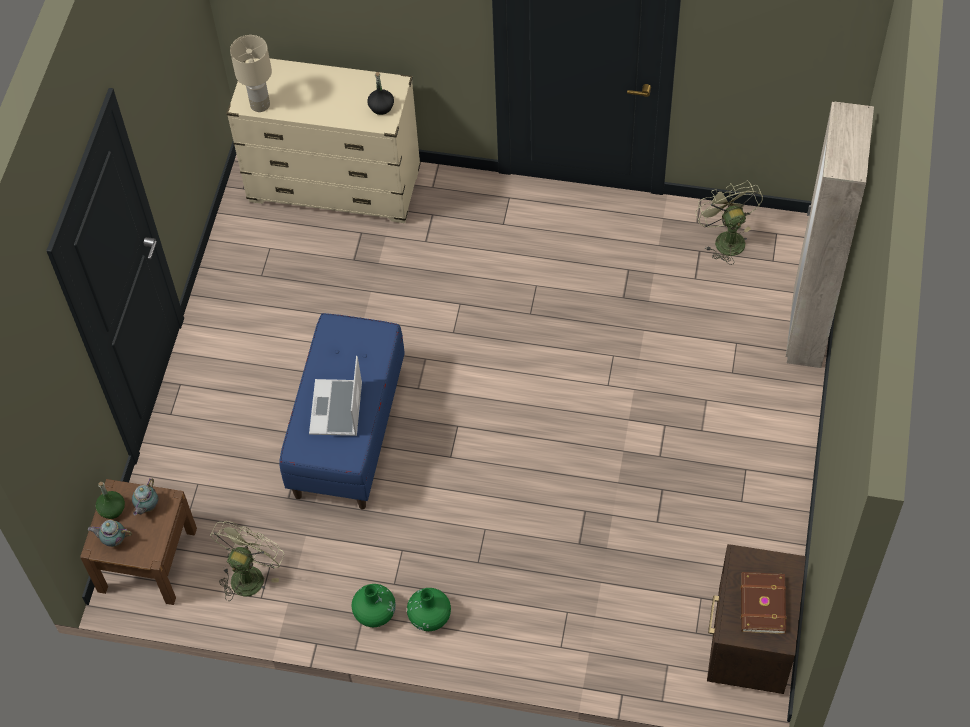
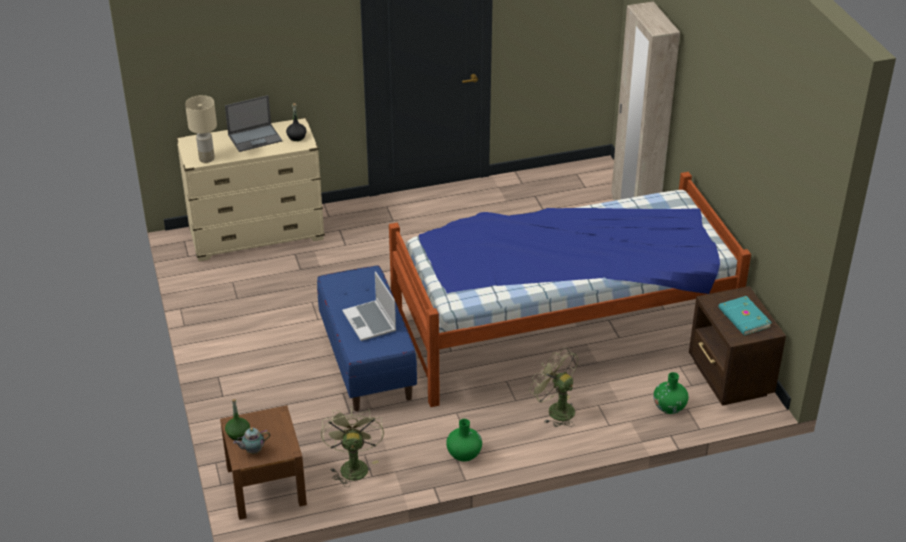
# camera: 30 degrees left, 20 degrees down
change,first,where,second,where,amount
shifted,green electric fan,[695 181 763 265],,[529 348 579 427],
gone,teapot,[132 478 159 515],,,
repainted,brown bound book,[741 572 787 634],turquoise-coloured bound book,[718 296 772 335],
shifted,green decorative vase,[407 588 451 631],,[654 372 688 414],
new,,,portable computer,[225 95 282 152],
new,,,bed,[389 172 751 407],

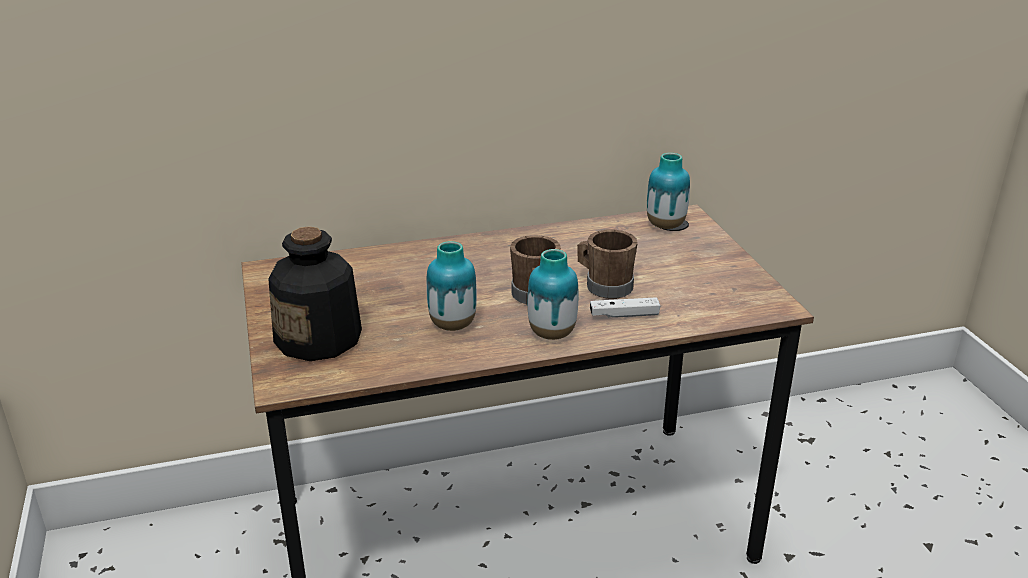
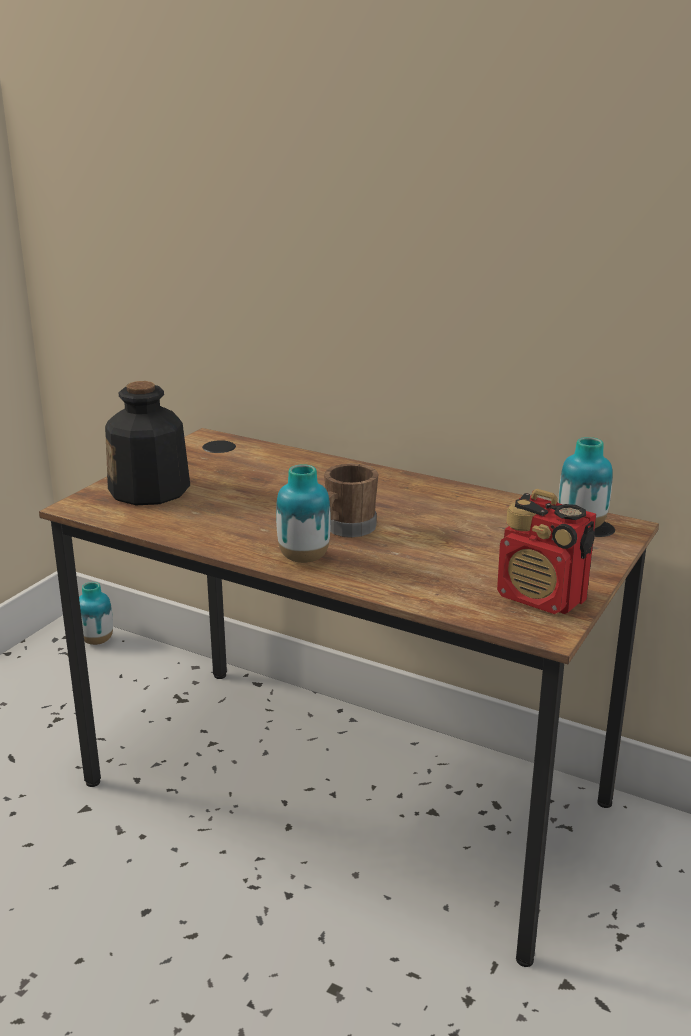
# camera: 45 degrees right, 5 degrees down
change,first,where,second,where,amount
gone,brown coffee mug,[577 230 638 299],,,
shifted,decorative vase,[426 241 477 331],,[79 582 113 645],
gone,whitish game controller,[590 297 660 318],,,
new,,,radio,[497 489 596 614],

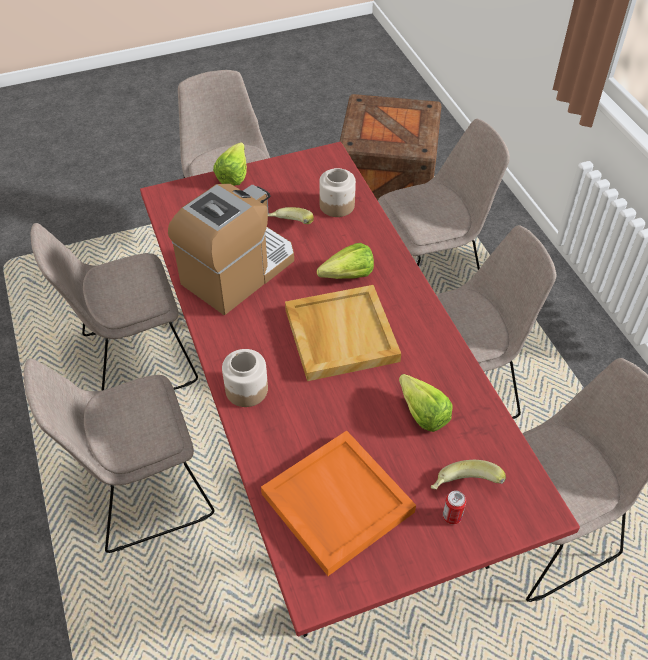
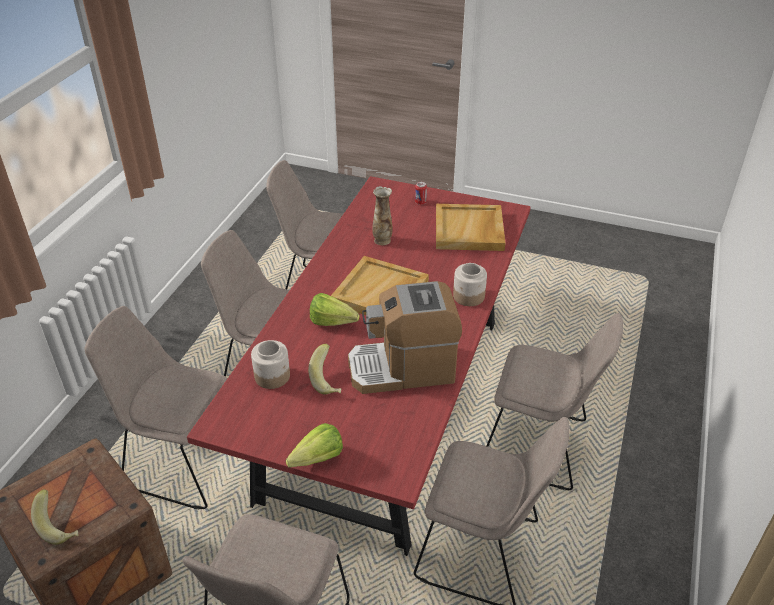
# camera: 140 degrees left, 10 degrees down
change,first,where,second,where,amount
swapped,head of lettuce,[399 374 453 432],decorative vase,[372 186 393 245],
repainted,orange serving tray,[261 430 416 576],sand-coloured serving tray,[436 204 505 251],
shifted,banana fruit,[431 460 506 489],,[31 489 79 545],

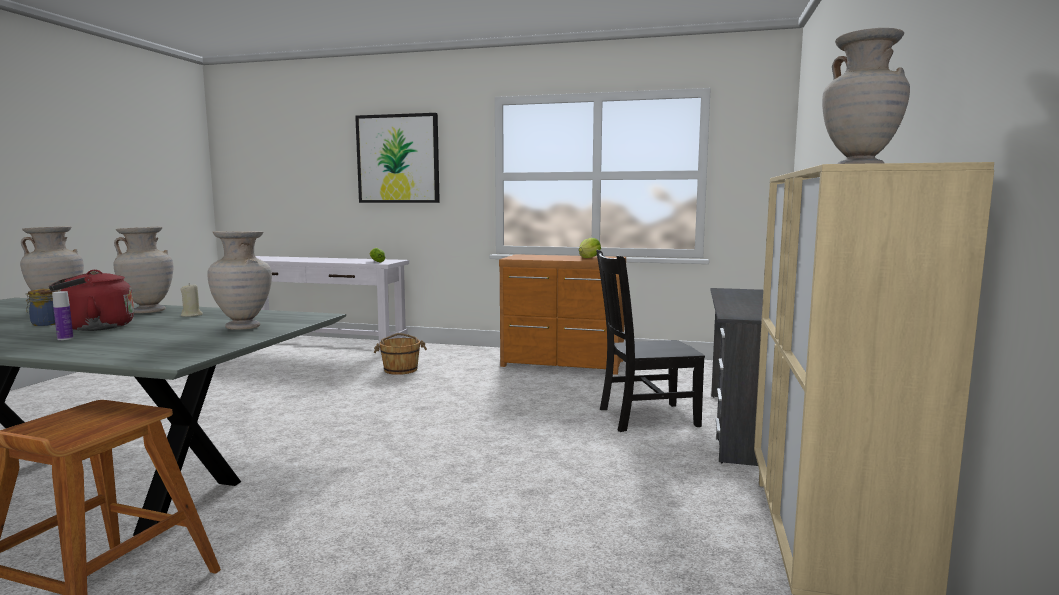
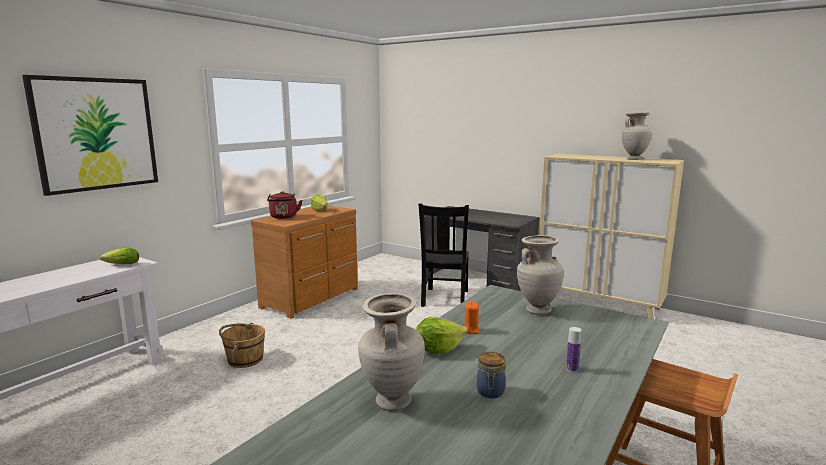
# camera: 70 degrees left, 5 degrees up
change,first,where,second,where,amount
swapped,sand-coloured decorative vase,[113 227 173 313],head of lettuce,[416 317 467 354],
shifted,reddish kettle,[49 270 134 331],,[267 191 302 219],
repainted,sand-coloured wax light,[180 284 203 317],orange wax light,[464 302 480 334],

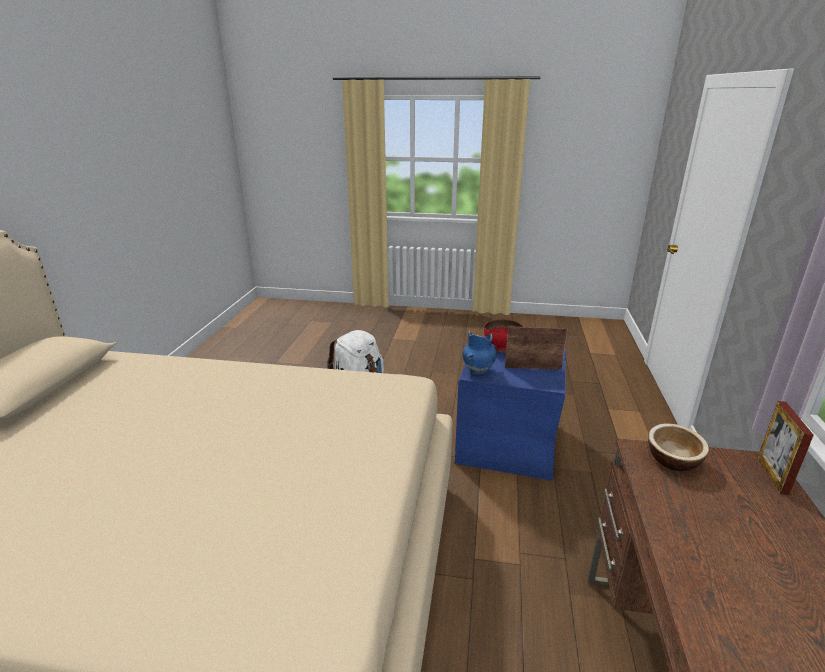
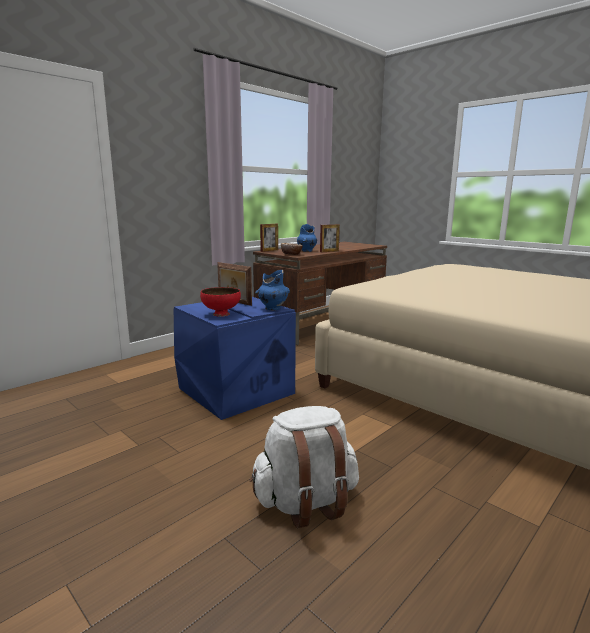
# camera: 145 degrees left, 10 degrees down
change,first,where,second,where,amount
new,,,blue-coloured decorative vase,[297 224 317 252],
new,,,standing frame,[320 224 340 252],

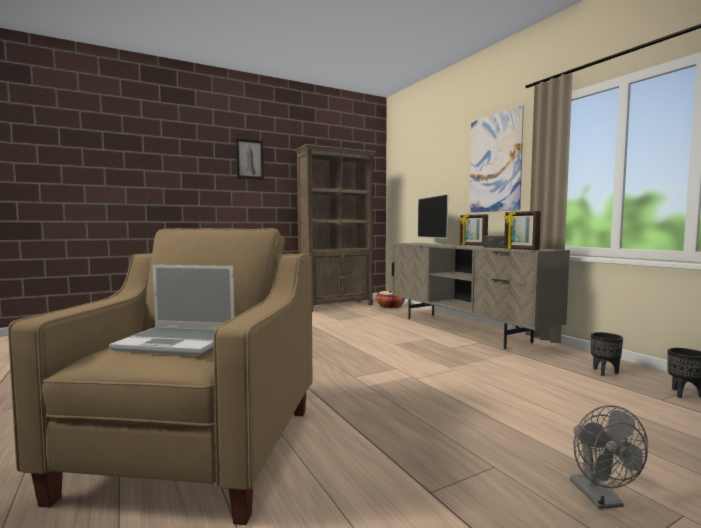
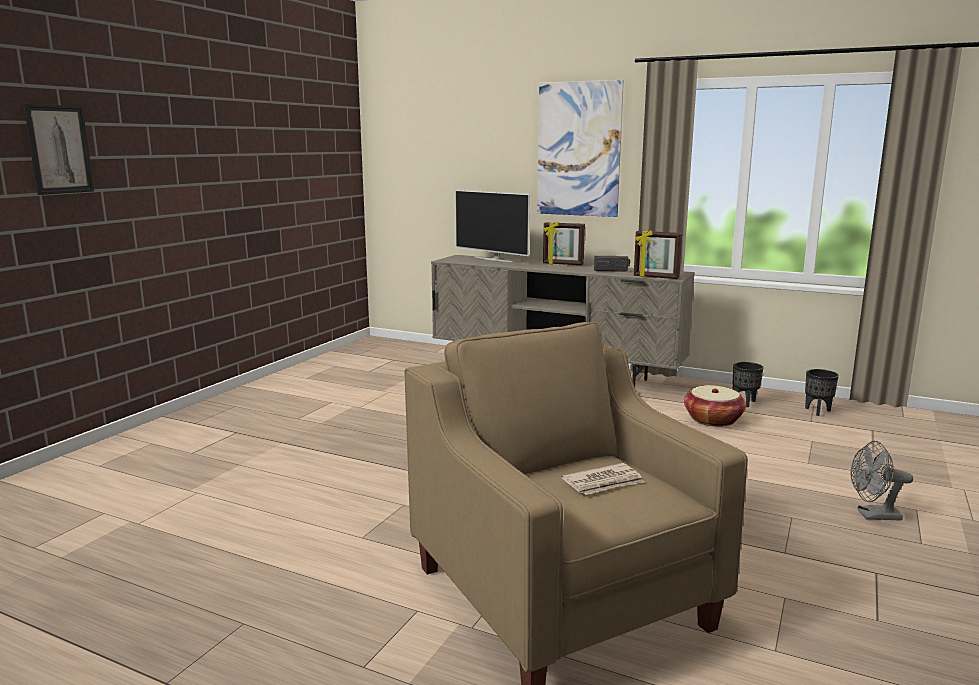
# camera: 35 degrees left, 10 degrees up
change,first,where,second,where,amount
shifted,picture,[236 138 264 180],,[24 104 94 195],
gone,brown bookshelf,[295 144 376 312],,,
swapped,portable computer,[109 265 235 356],printed paper,[561 463 644 495],
shifted,basket,[376 290 405 308],,[684 385 746 427],
rotated,gray electric fan,[570 405 648 509],,[851 441 913 520],135 degrees clockwise

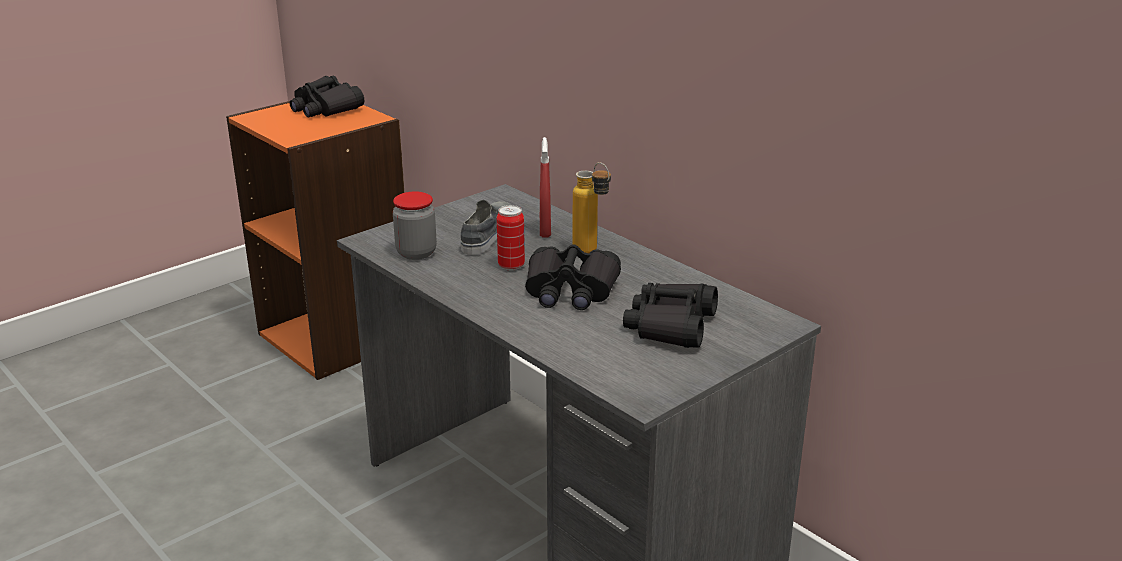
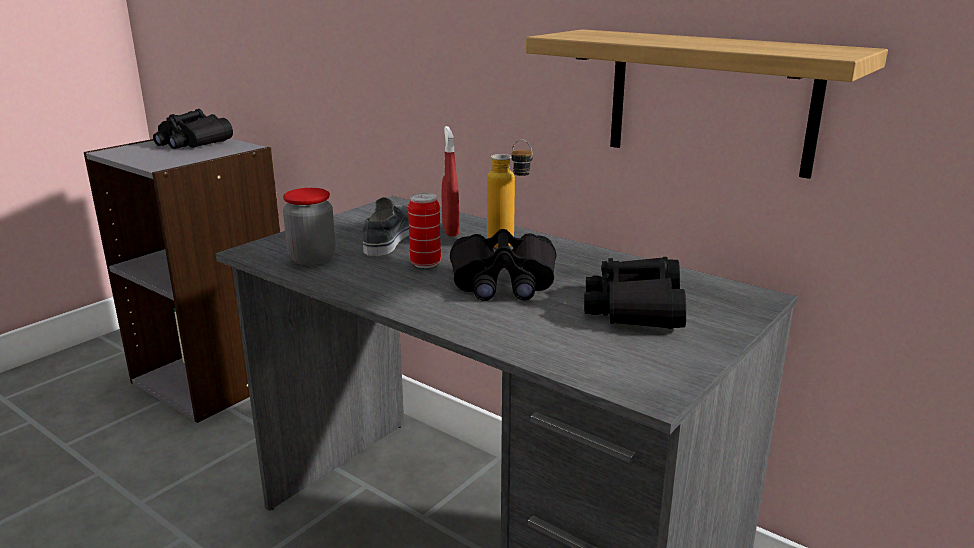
# camera: 10 degrees left, 5 degrees down
change,first,where,second,where,amount
repainted,orange bookshelf,[226 101 404 380],gray bookshelf,[84 139 280 423],
new,,,wall shelf,[526 29 888 179],

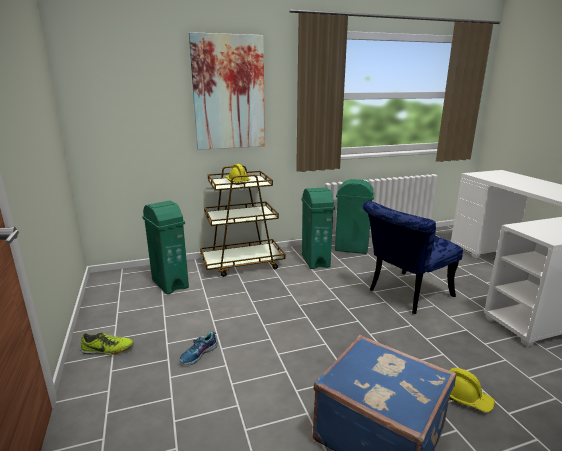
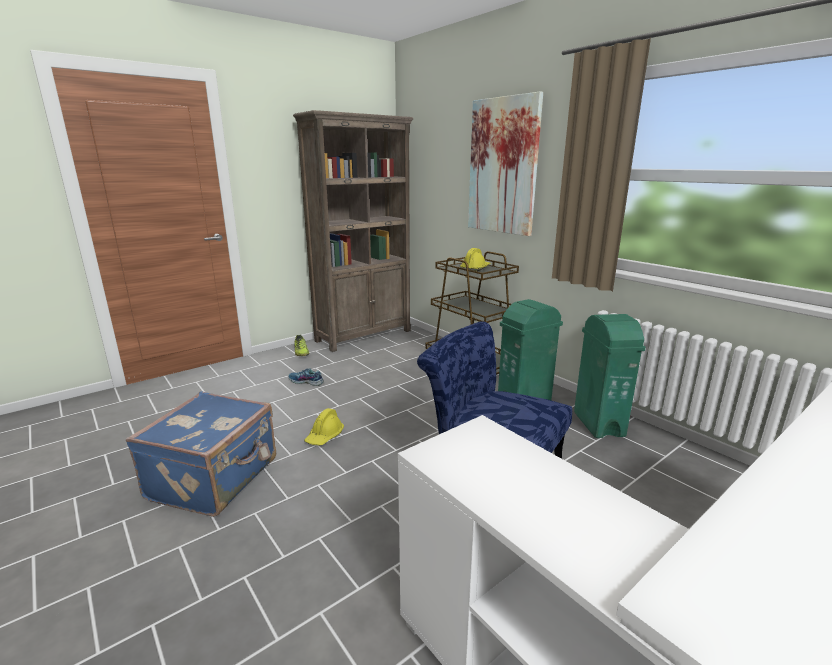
# camera: 70 degrees right, 0 degrees up
change,first,where,second,where,amount
gone,green trash can,[142 201 189 294],,,
shifted,yellow hard hat,[449 368 495 413],,[304 408 344 445],
new,,,brown bookshelf,[293 110 413 352],

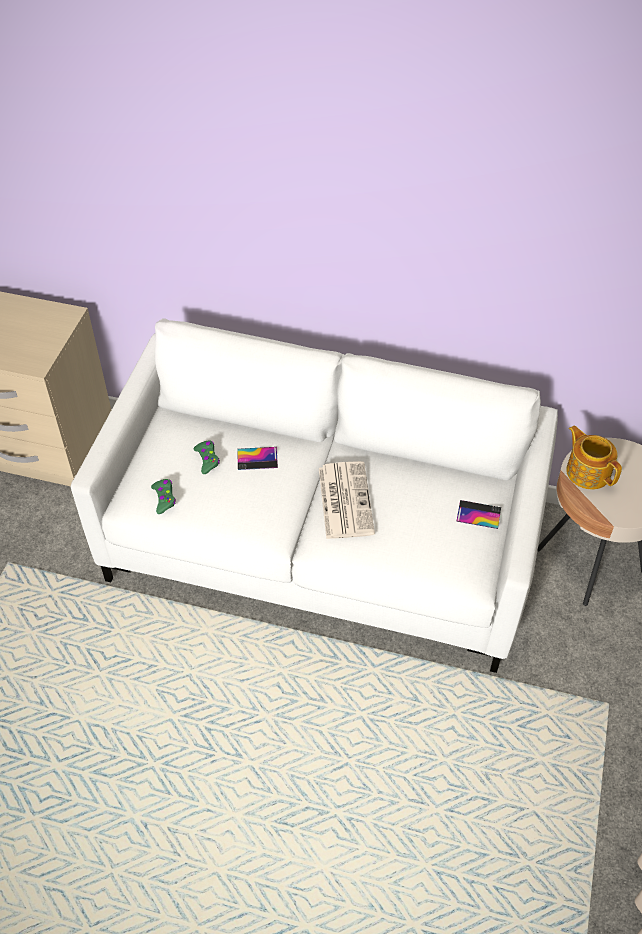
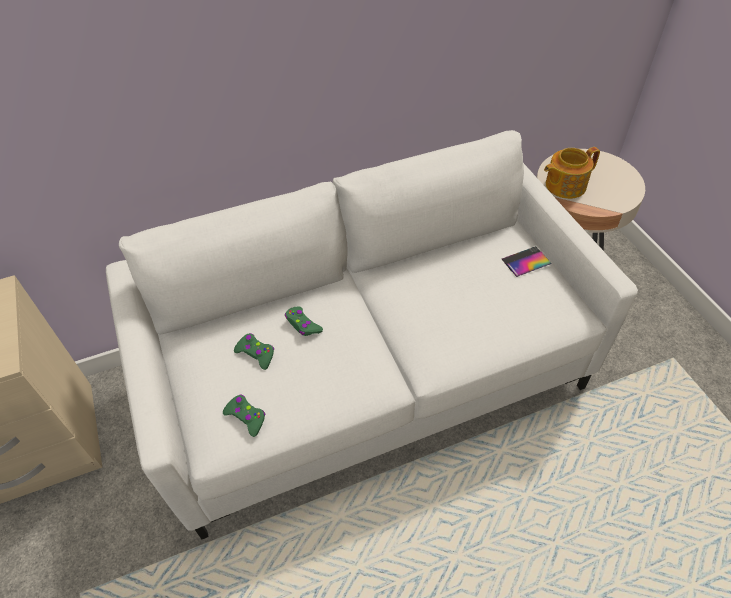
# camera: 35 degrees left, 0 degrees up
change,first,where,second,where,amount
rotated,teapot,[566 425 622 490],,[544 147 600 199],45 degrees counterclockwise
swapped,phone,[237 447 278 470],green game controller,[285 307 323 336],
gone,printed paper,[319 461 375 539],,,

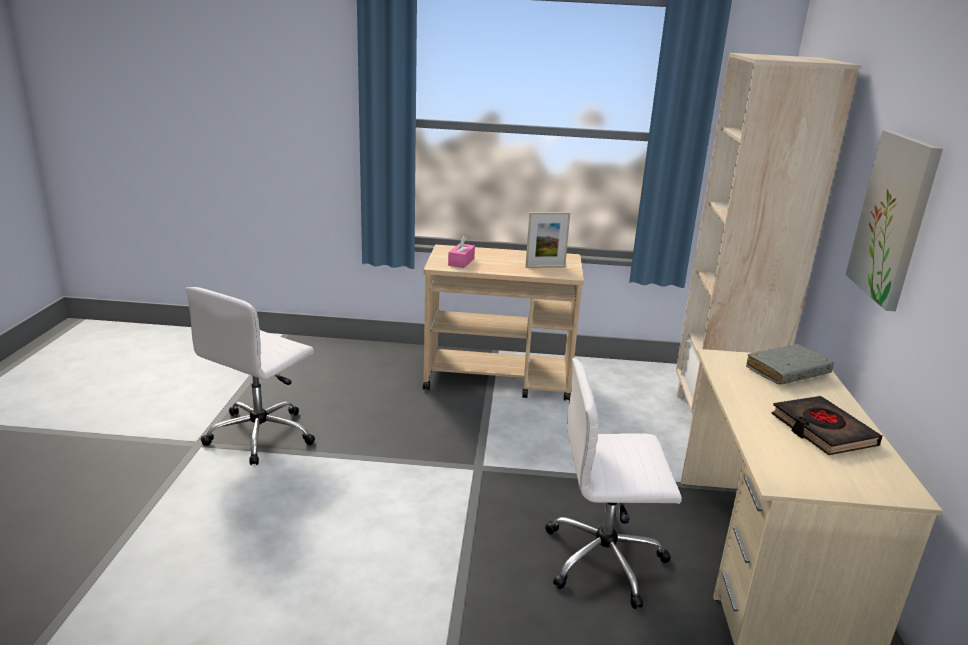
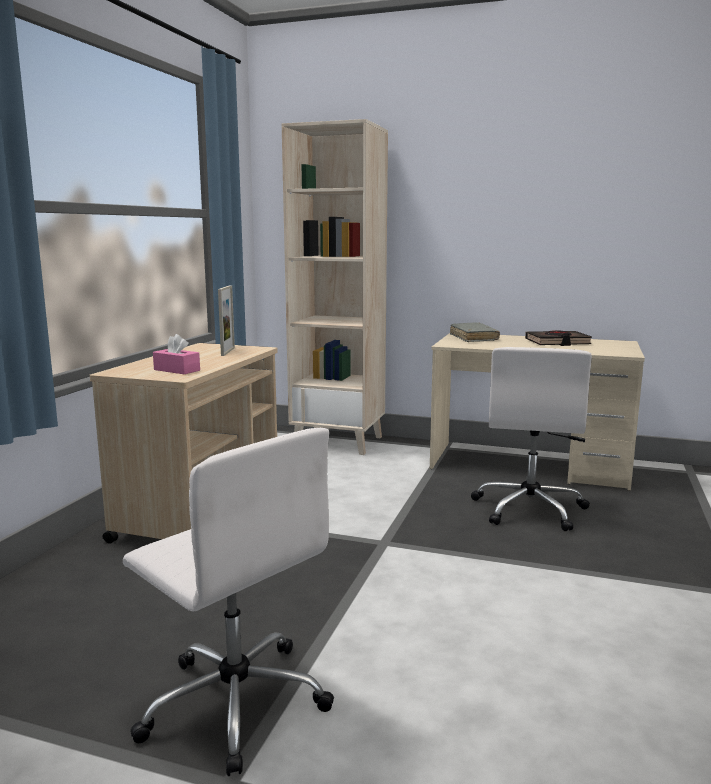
# camera: 75 degrees left, 10 degrees down
change,first,where,second,where,amount
gone,picture,[845 130 943 311],,,

